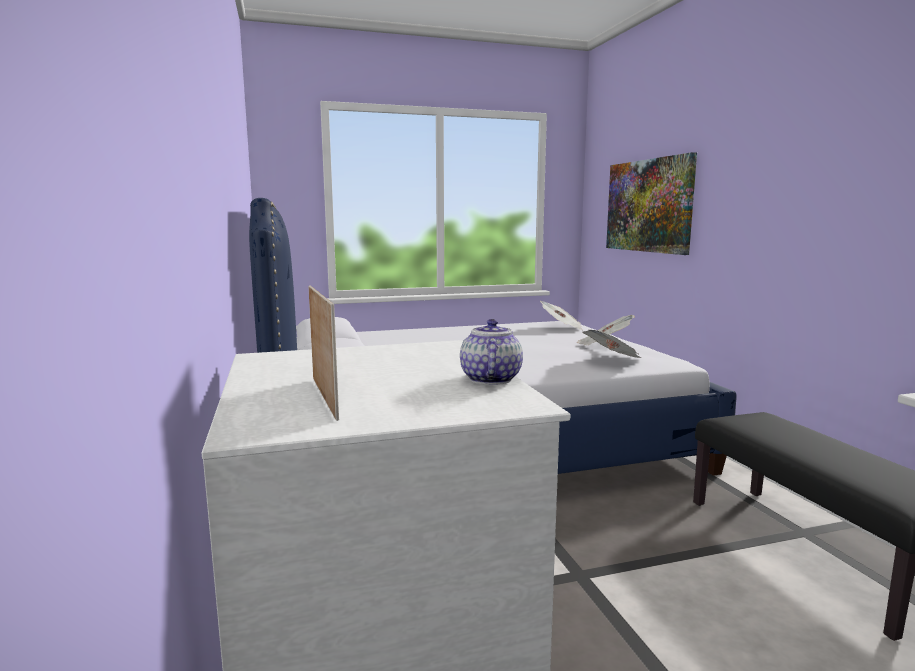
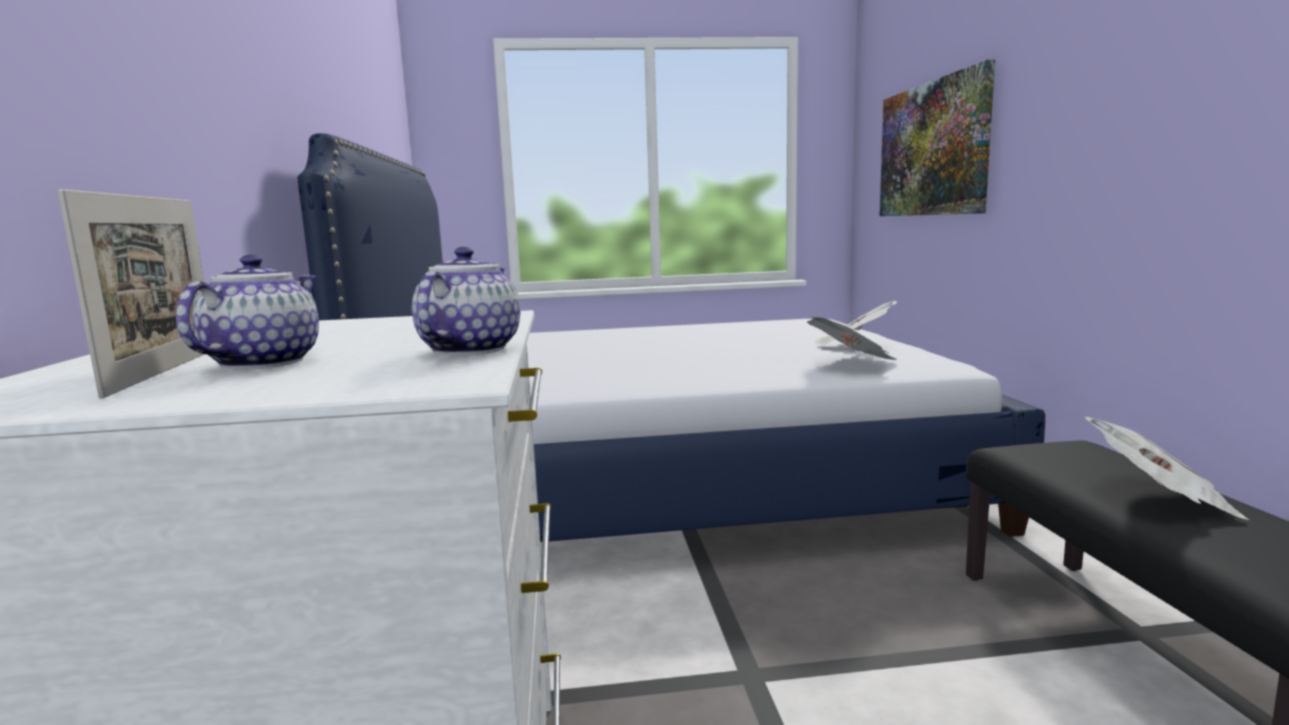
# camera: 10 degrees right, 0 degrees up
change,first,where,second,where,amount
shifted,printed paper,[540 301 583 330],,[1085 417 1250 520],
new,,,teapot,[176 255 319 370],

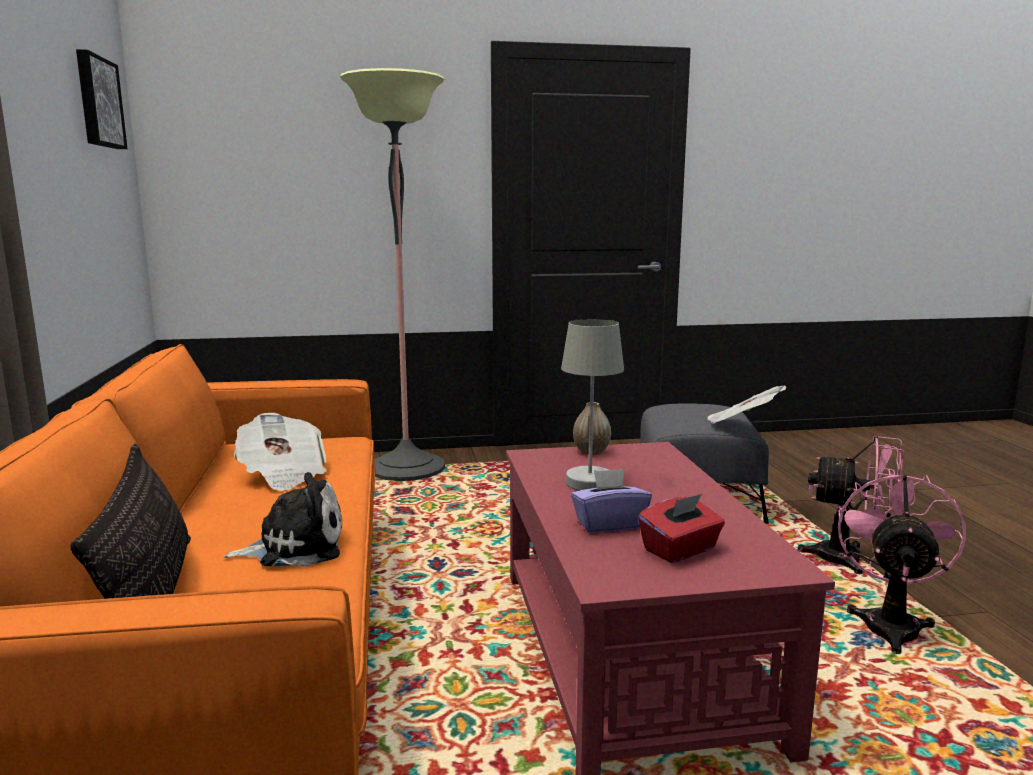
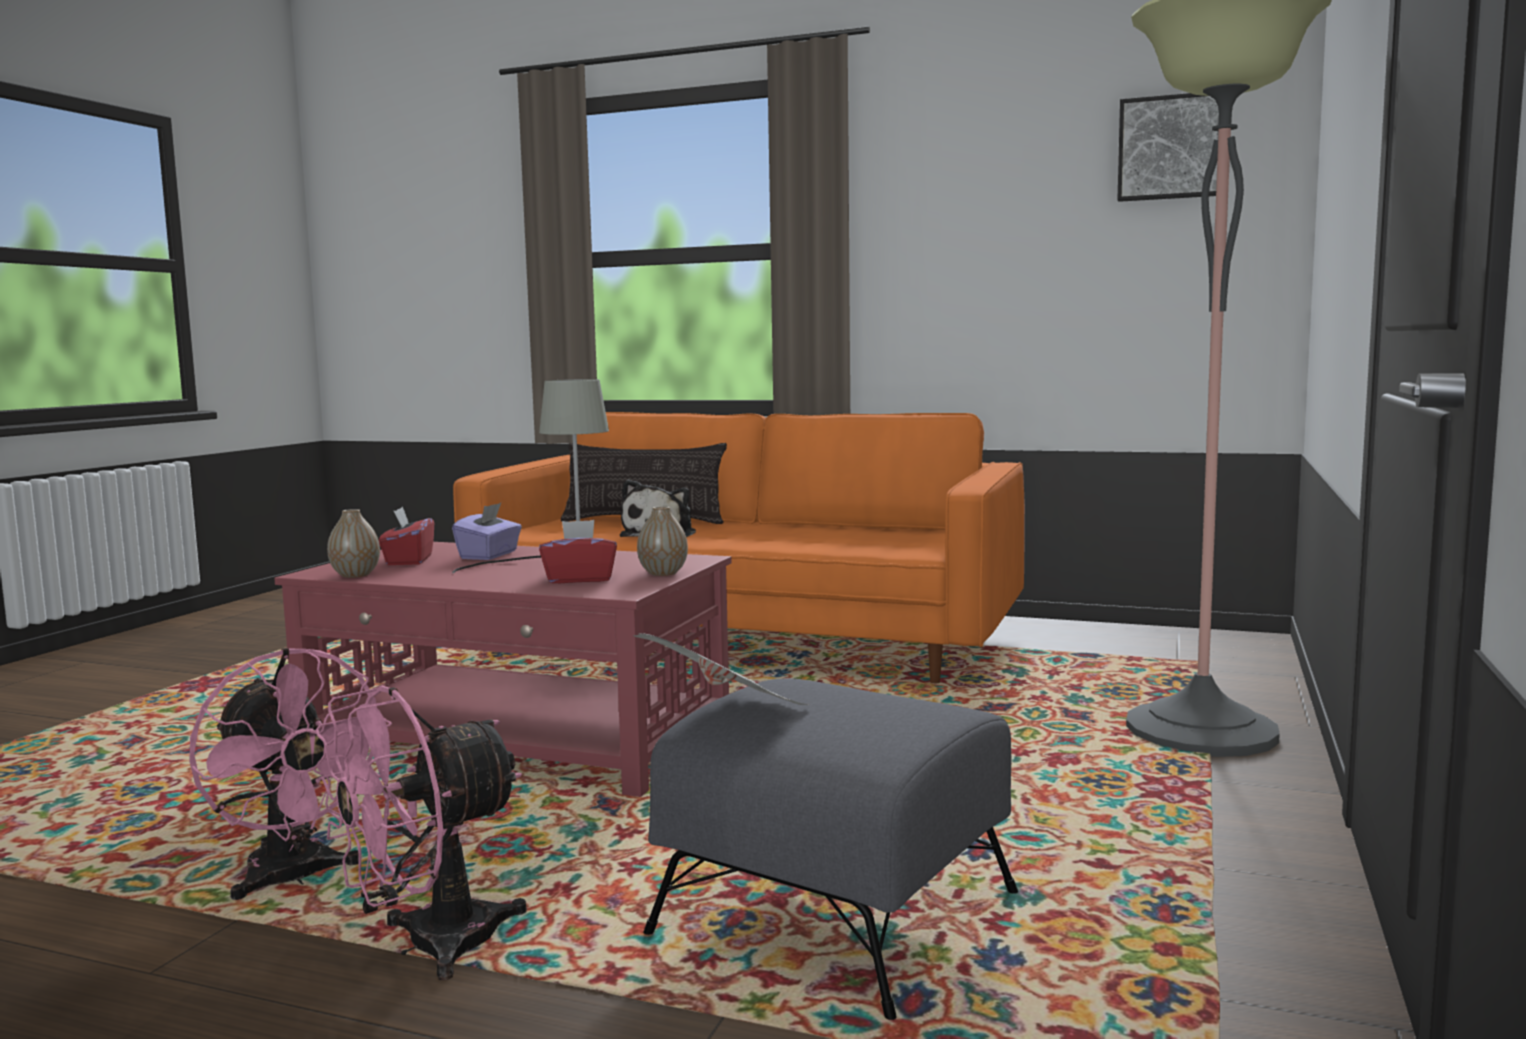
# camera: 120 degrees right, 5 degrees down
change,first,where,second,where,amount
gone,printed paper,[234 413 326 491],,,
new,,,decorative vase,[327 509 380 578],
new,,,reddish box of tissues,[539 520 617 583],

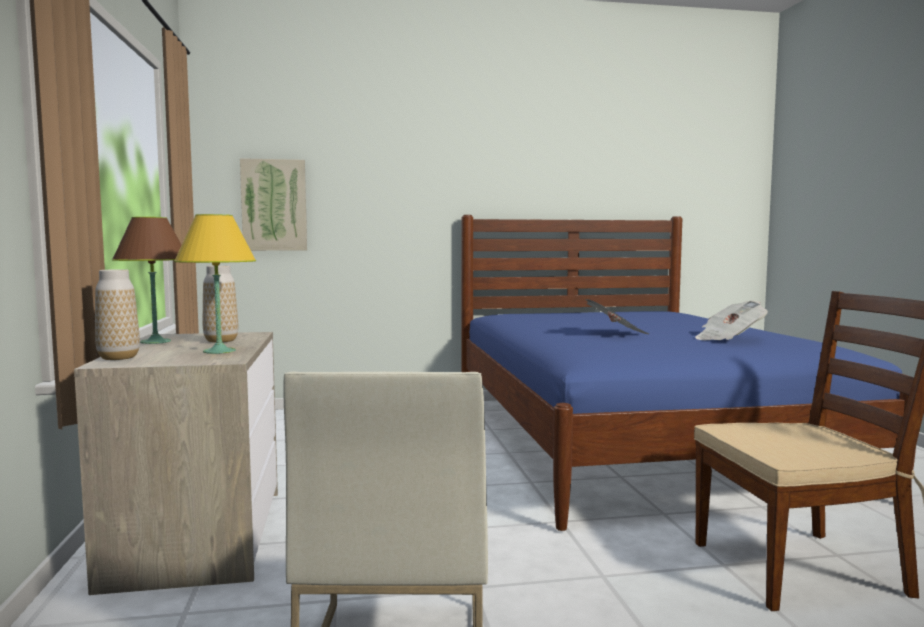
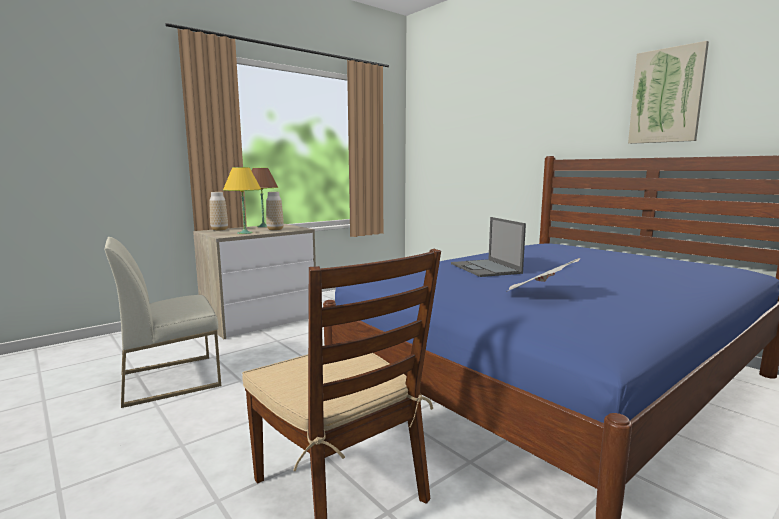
# camera: 60 degrees right, 5 degrees up
change,first,where,second,where,amount
shifted,picture,[240 158 307 251],,[628 41 709 144],
swapped,printed paper,[585 299 649 334],portable computer,[451 217 526 277],

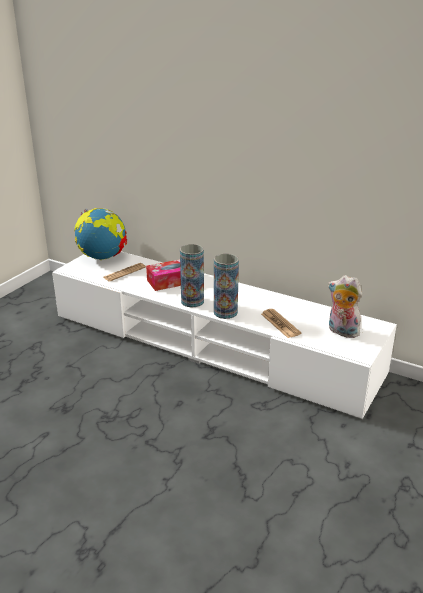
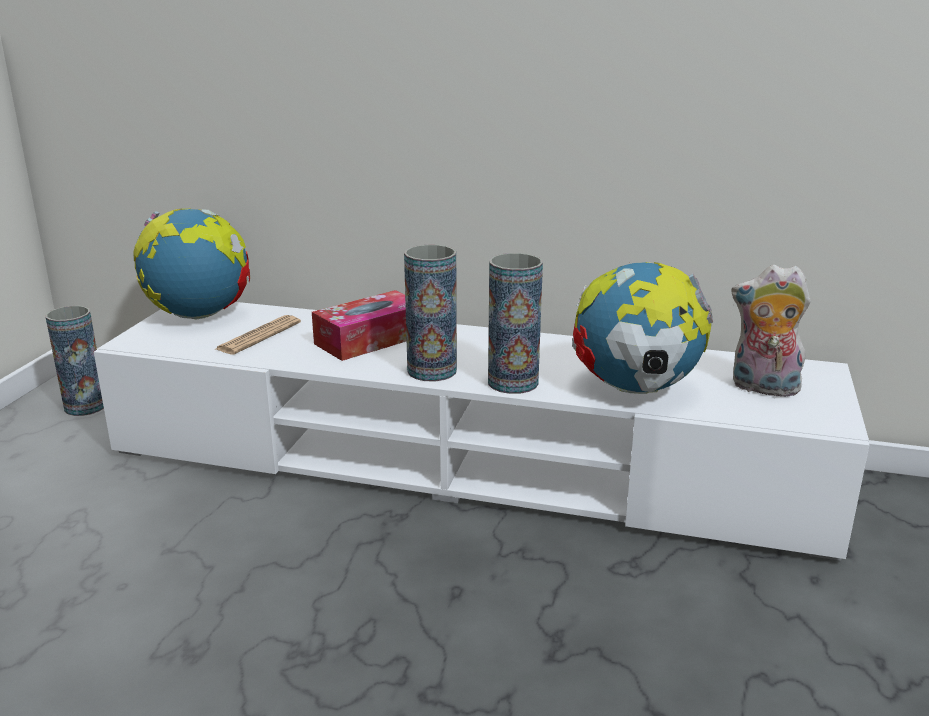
# camera: 15 degrees left, 5 degrees down
change,first,where,second,where,amount
swapped,printed paper,[261 309 301 338],desk globe,[572 262 713 394],
new,,,decorative vase,[46 306 104 416],

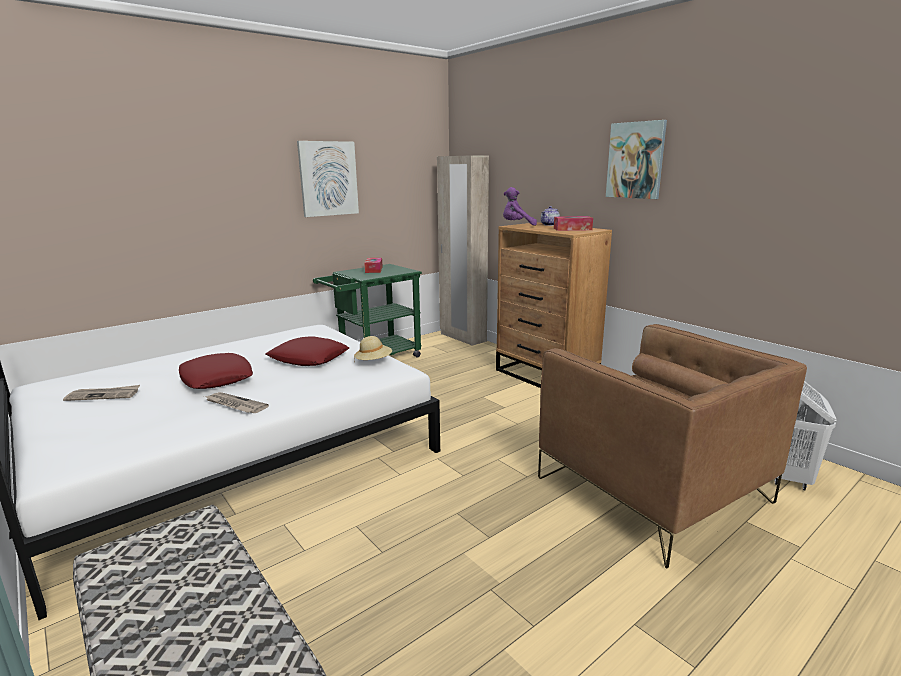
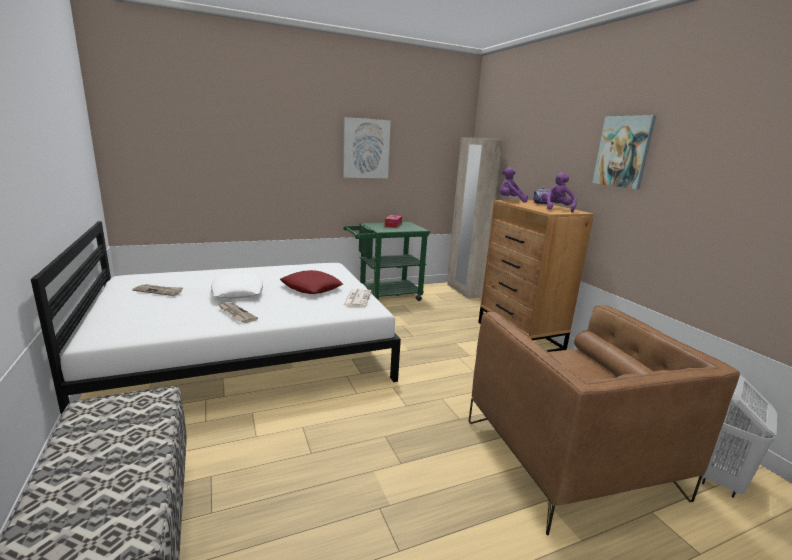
# camera: 15 degrees right, 0 degrees up
change,first,where,second,where,amount
swapped,box of tissues,[554 216 593 231],purplish plush toy,[541 172 577 213],
swapped,sand-coloured hat,[354 336 392 362],printed paper,[343 289 372 307],
repainted,reddish throw pillow,[179 353 253 389],whitish throw pillow,[211 273 263 298],

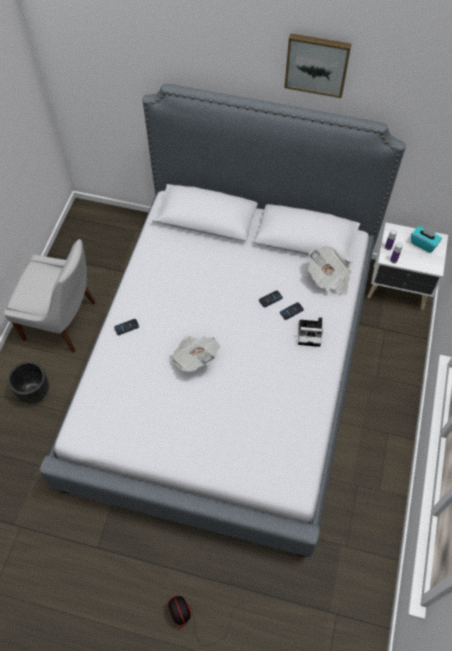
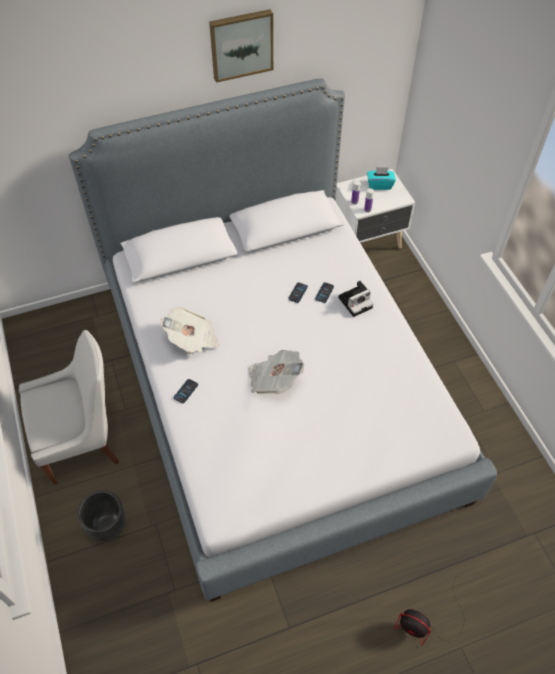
# camera: 35 degrees left, 5 degrees down
change,first,where,second,where,amount
shifted,printed paper,[308 246 351 295],,[160 307 220 353],

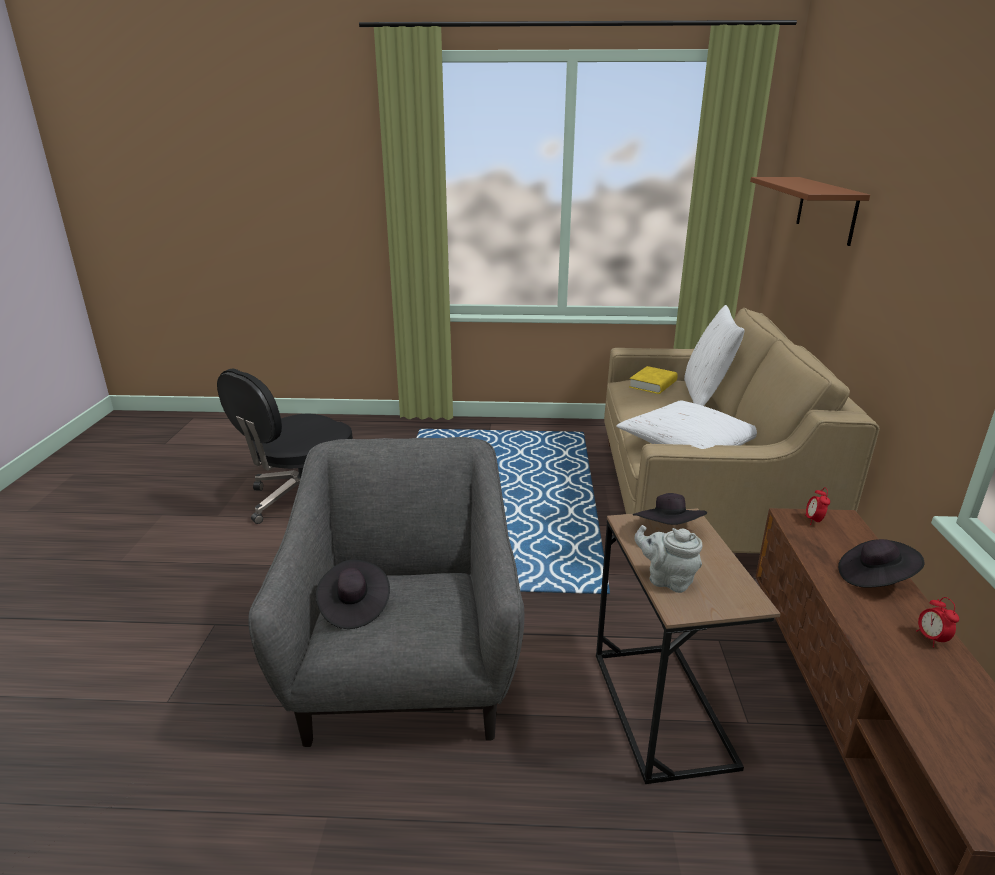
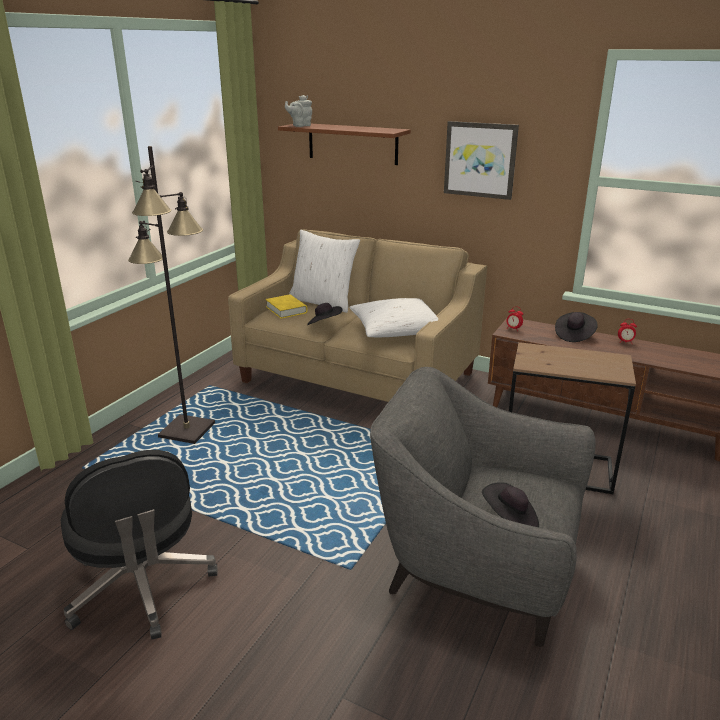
# camera: 65 degrees left, 0 degrees up
change,first,where,second,where,amount
shifted,black-coloured hat,[633 493 707 525],,[307 303 342 325],
shifted,gray teapot,[634 525 702 593],,[285 95 312 127],
new,,,picture,[444 121 519 200],
new,,,black-coloured standard lamp,[128 146 215 444],

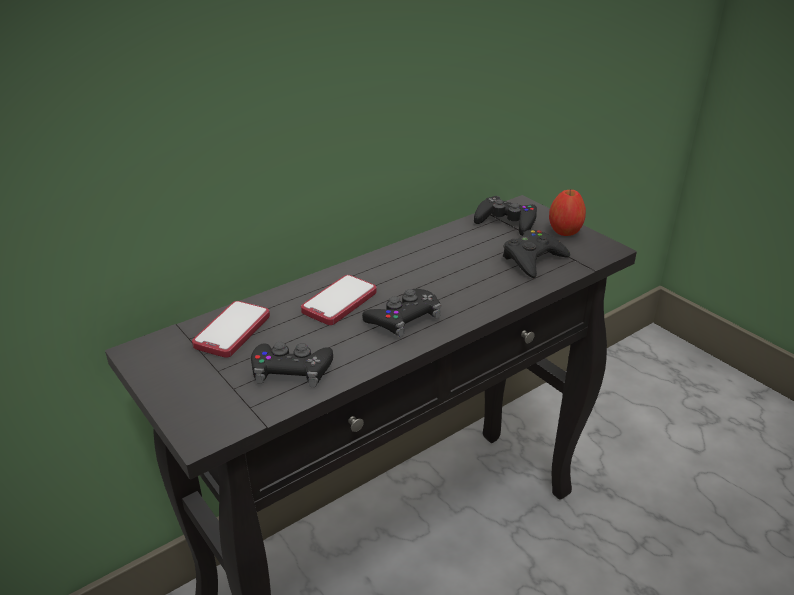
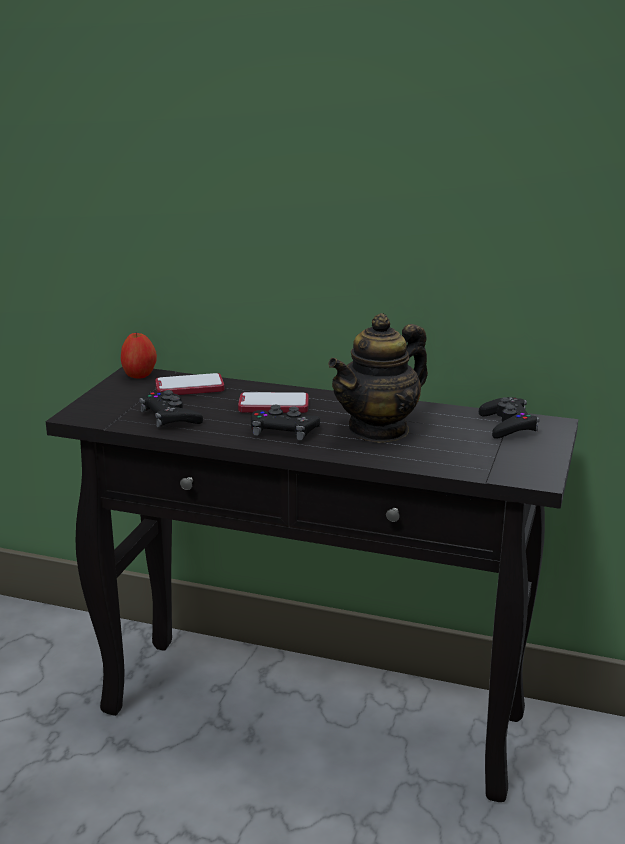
# camera: 55 degrees right, 10 degrees down
change,first,where,second,where,amount
shifted,apple fruit,[549 189 586 236],,[121 332 157 379],
gone,black-coloured game controller,[503 230 570 278],,,
new,,,teapot,[328 313 428 443],

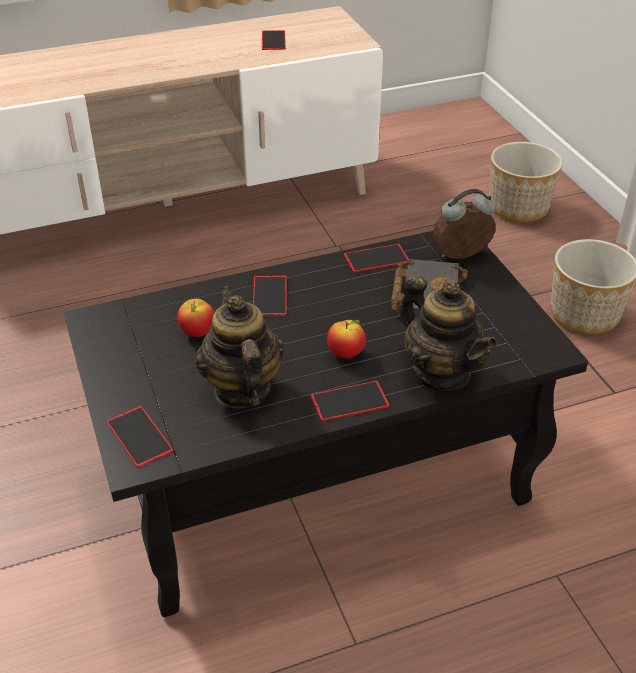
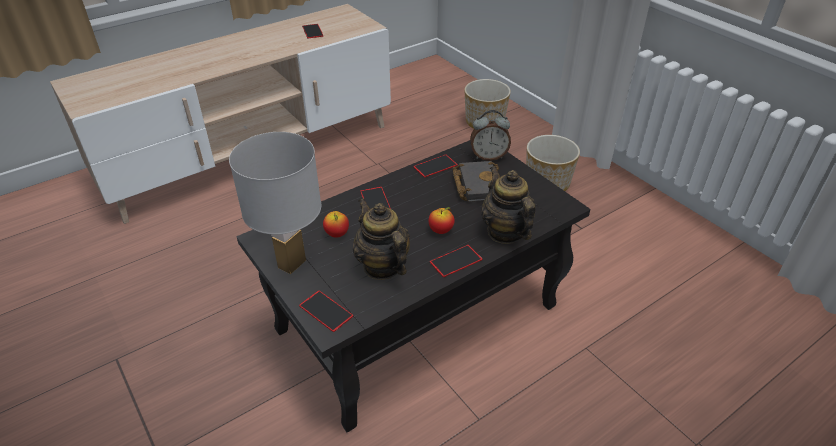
# camera: 15 degrees left, 0 degrees up
change,first,where,second,where,amount
rotated,alarm clock,[433 189 496 259],,[470 110 511 161],150 degrees counterclockwise
rotated,teapot,[400 275 497 391],,[481 166 536 244],150 degrees counterclockwise
new,,,whitish tabletop lamp,[229 132 321 274],

